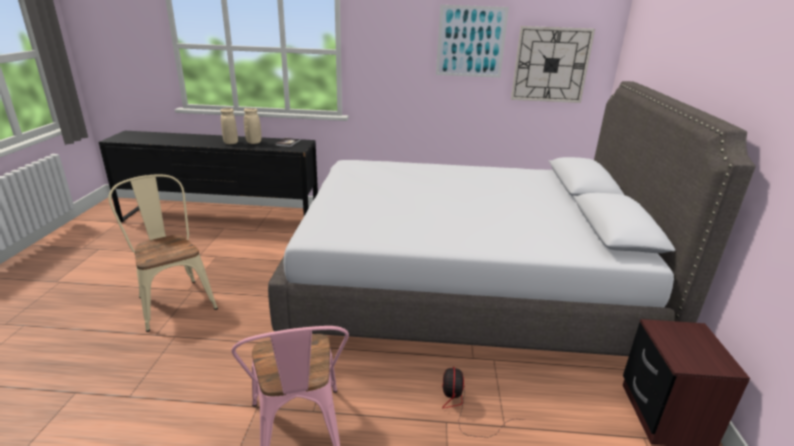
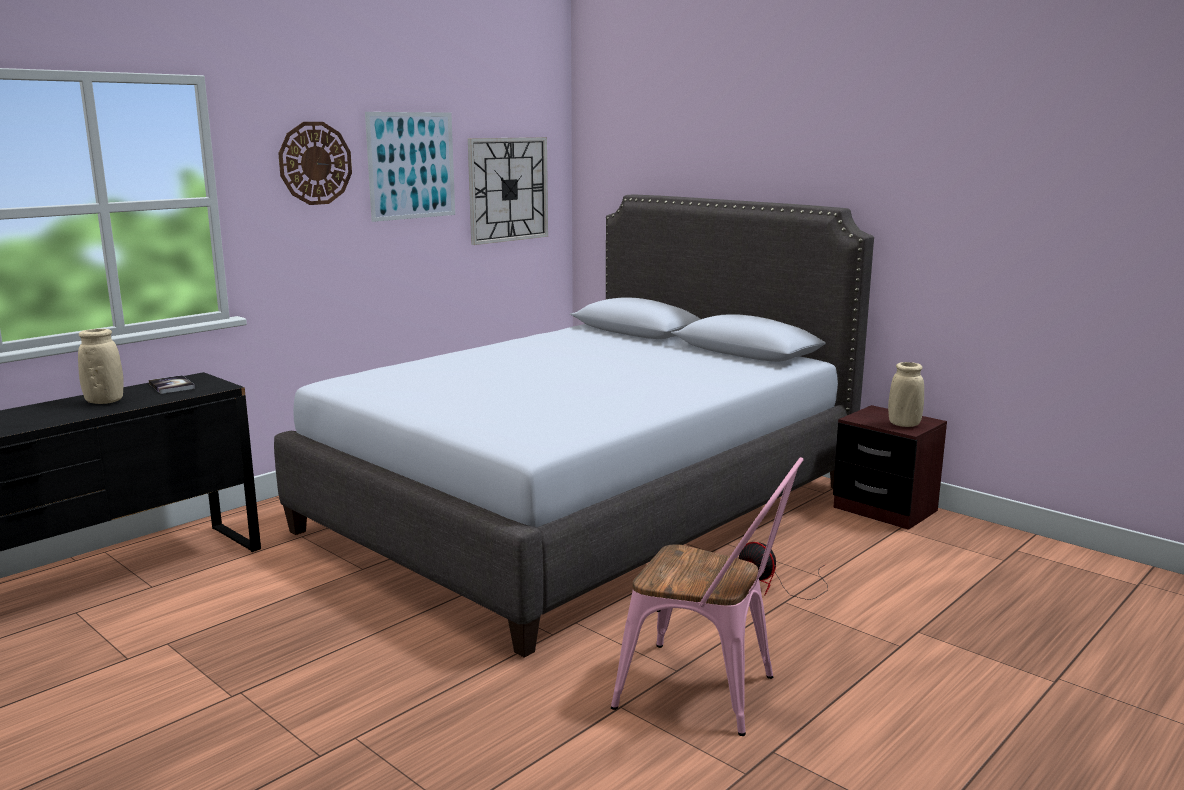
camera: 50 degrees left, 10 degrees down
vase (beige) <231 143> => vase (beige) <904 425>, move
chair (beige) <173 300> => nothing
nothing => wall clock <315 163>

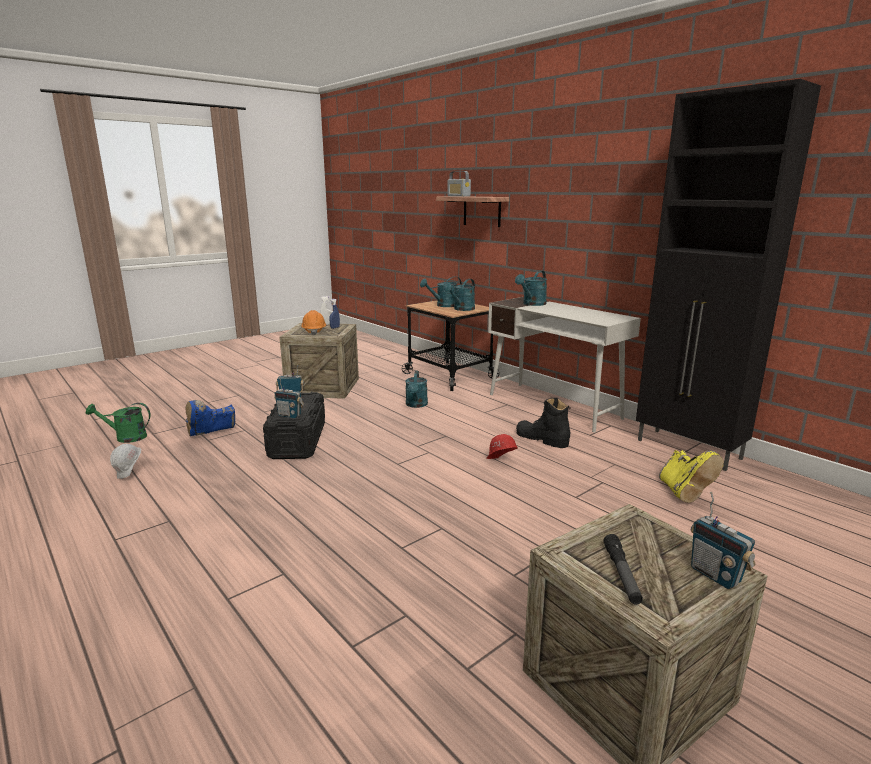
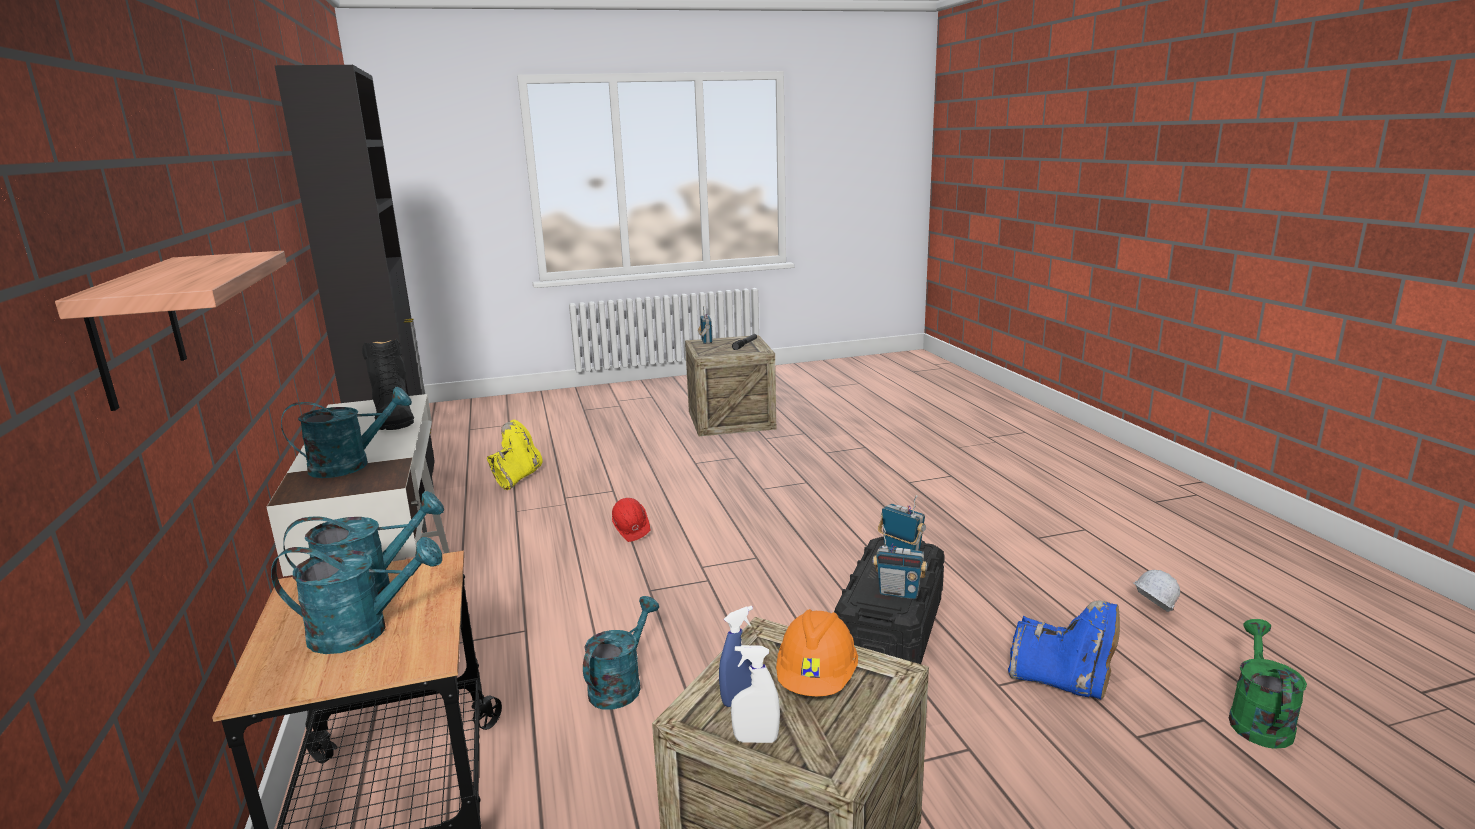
camera: 155 degrees left, 0 degrees up
radio <458 196> => nothing
boot (black) <541 439> => boot (black) <393 417>, move
boot (blue) <211 435> => boot (blue) <1063 682>, 45 degrees clockwise
watering can (green) <126 437> => watering can (green) <1257 719>, 90 degrees counterclockwise

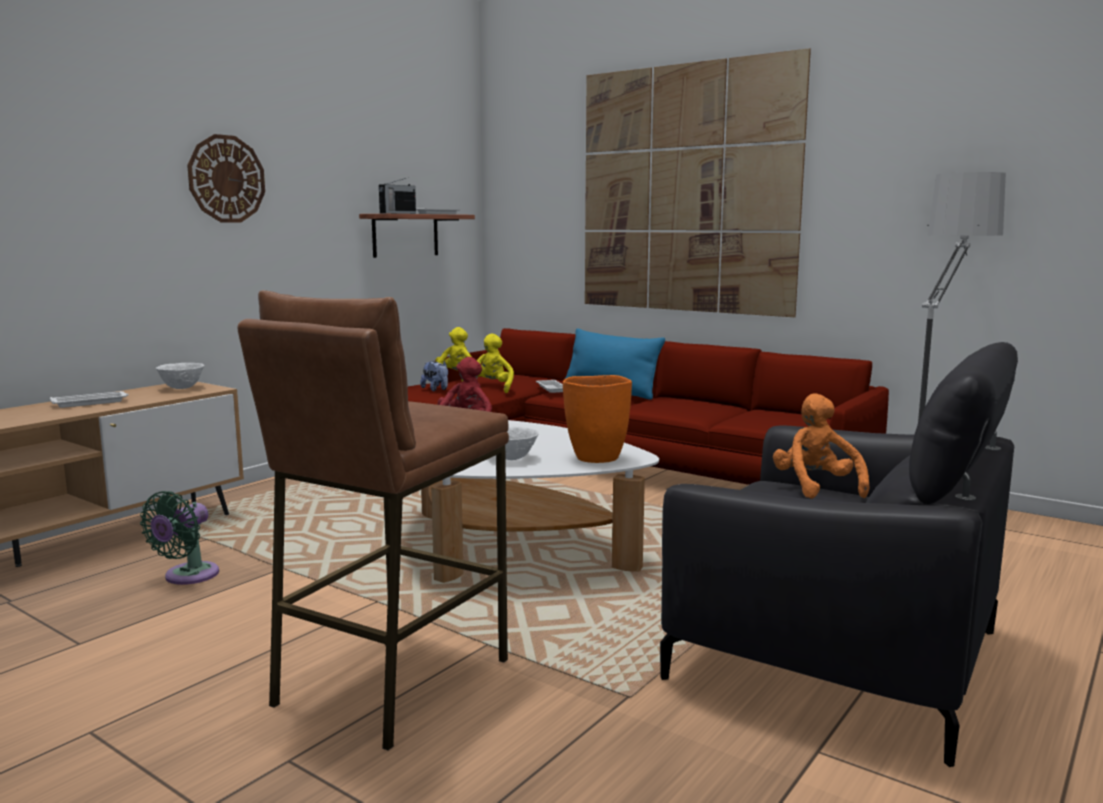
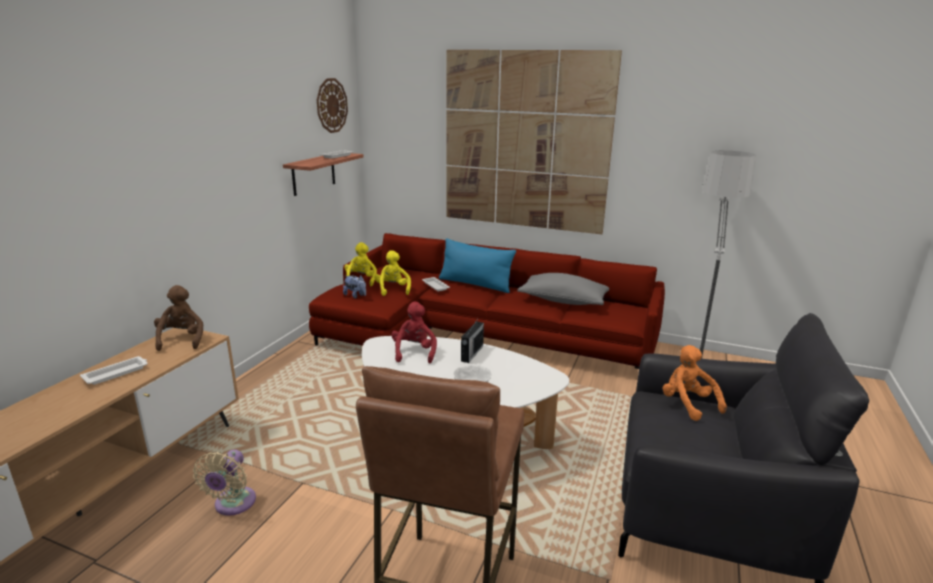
camera: 15 degrees left, 10 degrees up
wall clock <226 179> => wall clock <331 105>, move
radio <397 213> => radio <471 353>, move
bowl (white) <182 388> => plush toy (brown) <182 339>
vase (orange) <596 458> => nothing
fan (green) <187 576> => fan (beige) <233 505>
nothing => pillow (grey) <563 301>

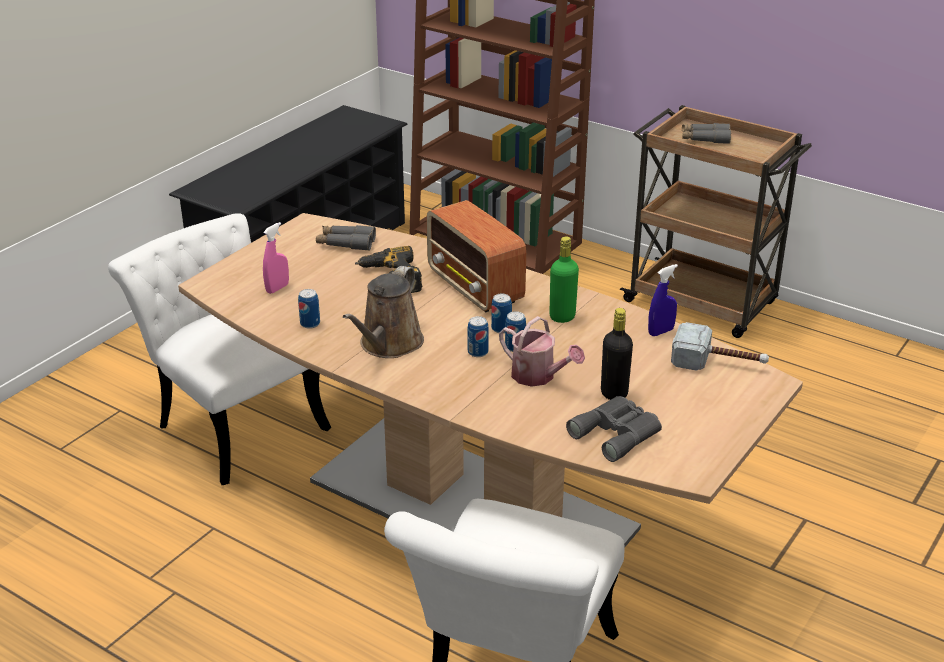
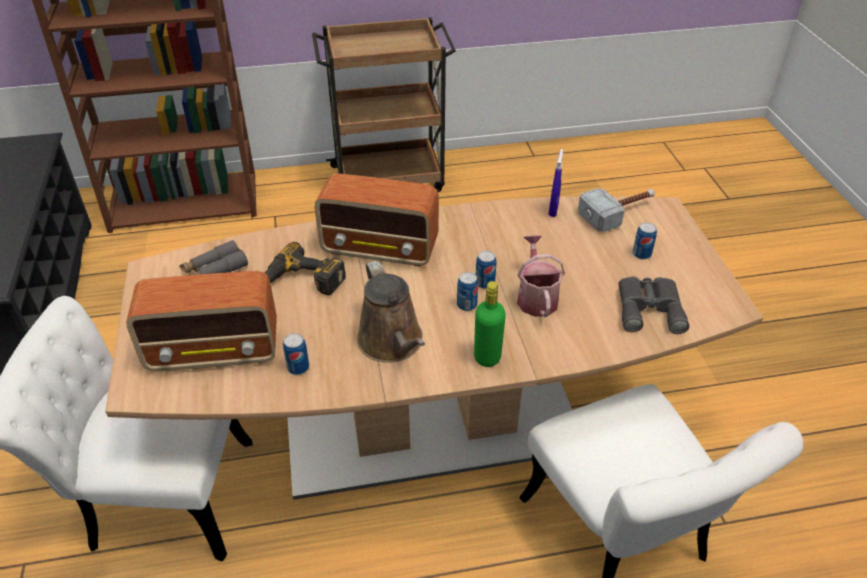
camera: 45 degrees left, 10 degrees up
binoculars (grey) <705 139> => nothing
spray bottle (pink) <277 288> => radio <215 351>
bottle (green) <562 317> => bottle (green) <487 357>, move
can <501 329> => can <641 254>, move
bottle (black) <614 393> => nothing
watering can <538 376> => watering can <536 297>, 90 degrees counterclockwise

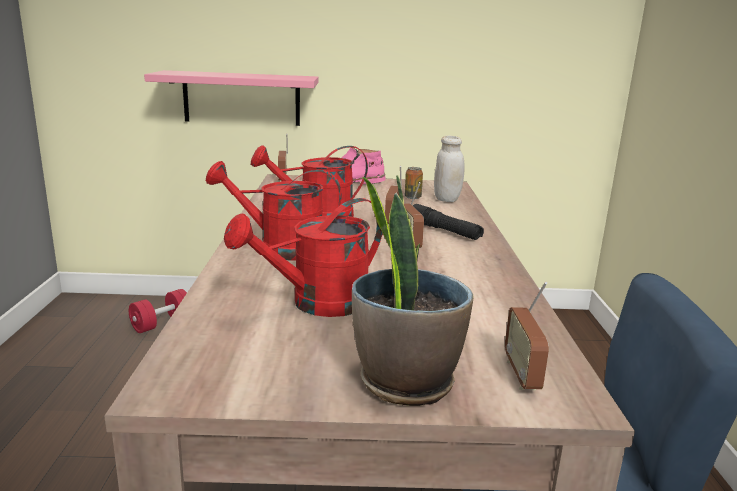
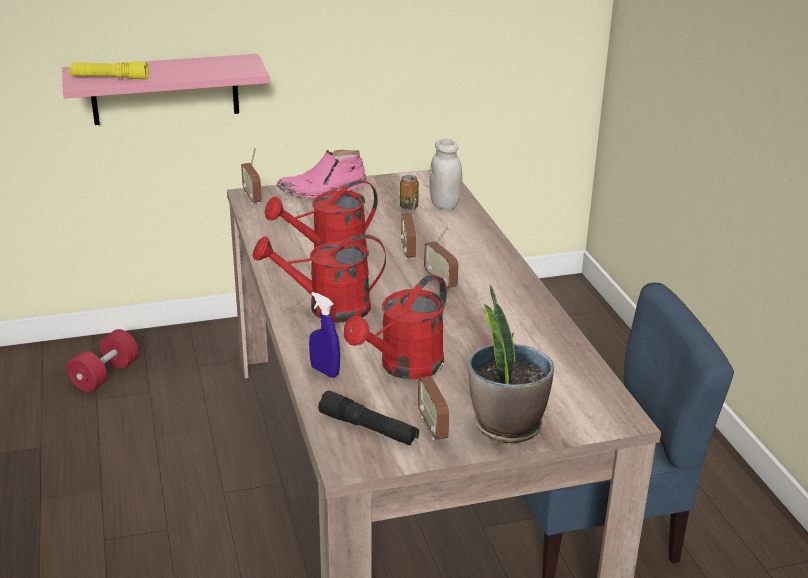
camera: 15 degrees left, 10 degrees up
flashlight (black) <444 231> => flashlight (black) <368 428>, move
radio <522 375> => radio <433 426>, move
nothing => flashlight (yellow) <109 78>
nothing => spray bottle (blue) <325 371>

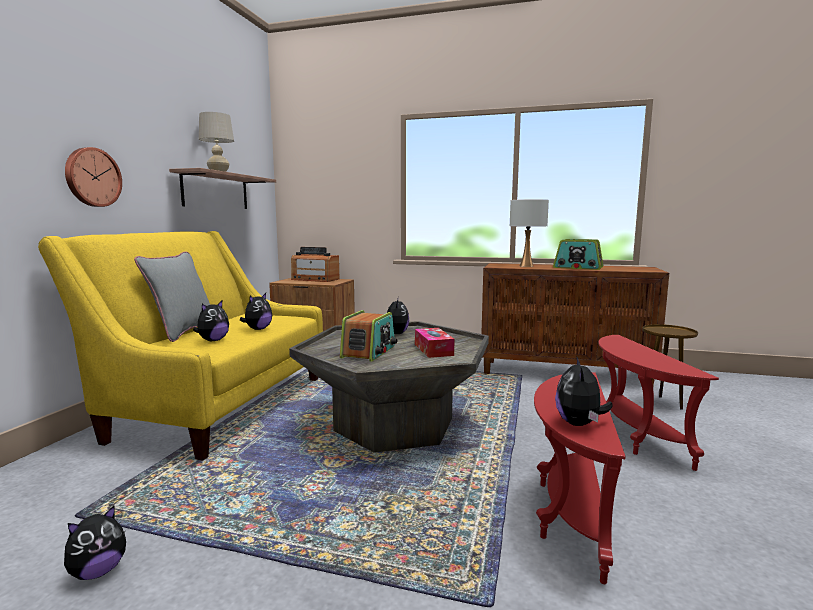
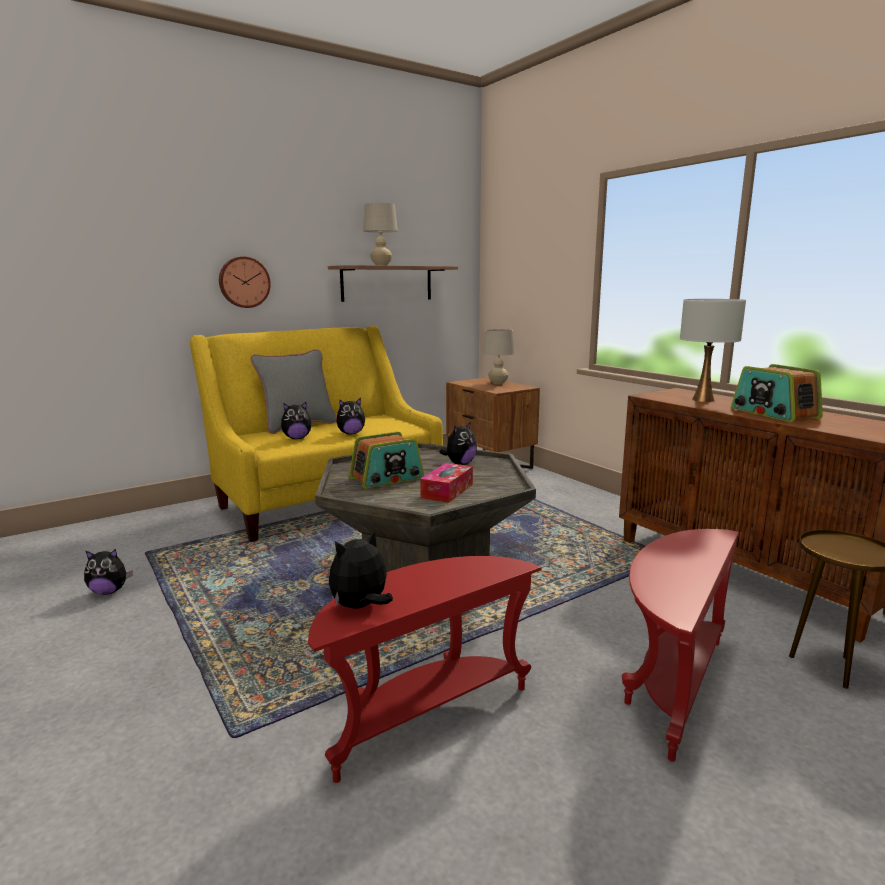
camera: 40 degrees right, 5 degrees up
radio <315 279> => table lamp (beige) <498 383>

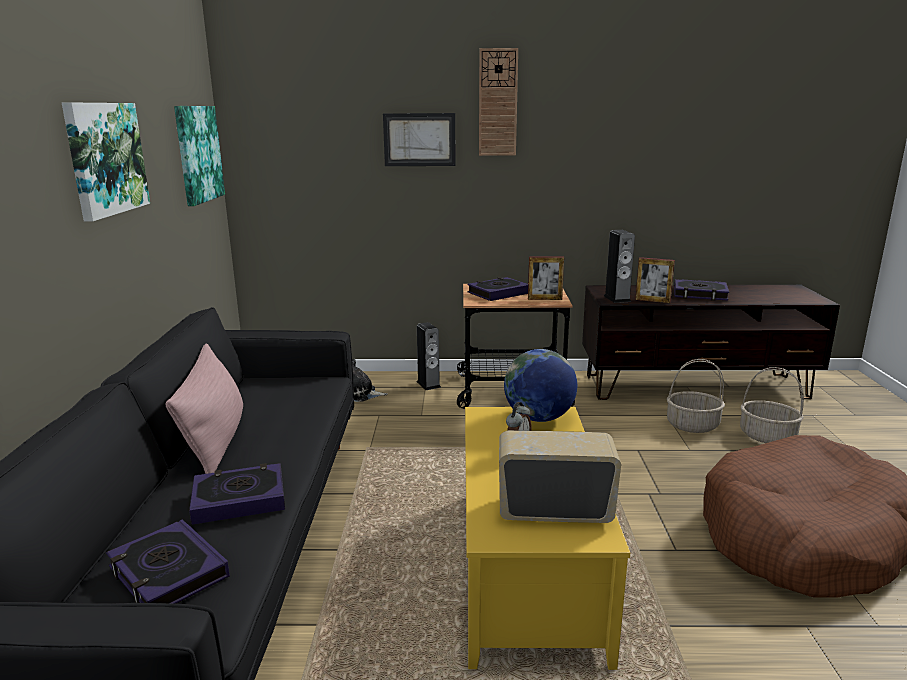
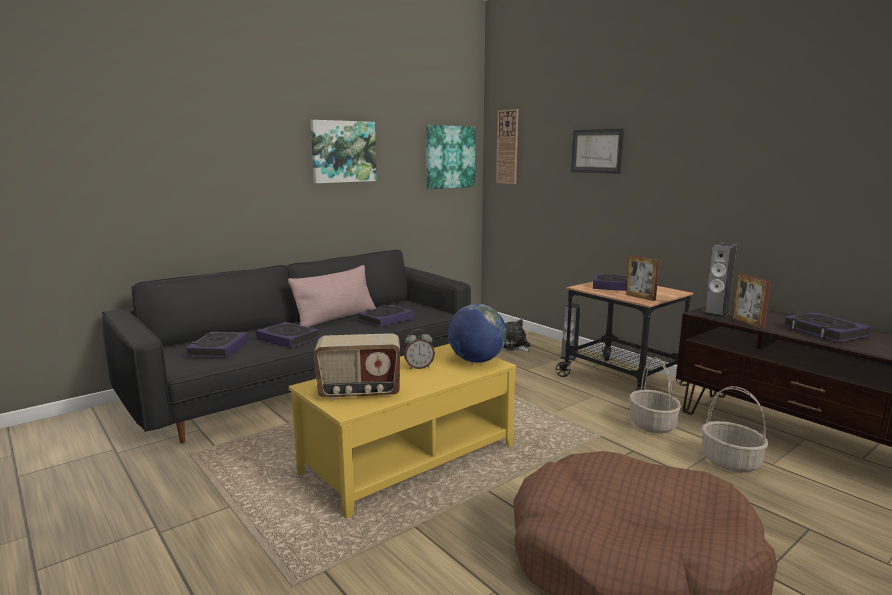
camera: 50 degrees right, 5 degrees down
wall clock <498 103> => wall clock <507 147>, move
basket <768 436> => basket <653 425>, move
radio <554 511> => radio <359 393>, 120 degrees clockwise
nothing => book <386 319>

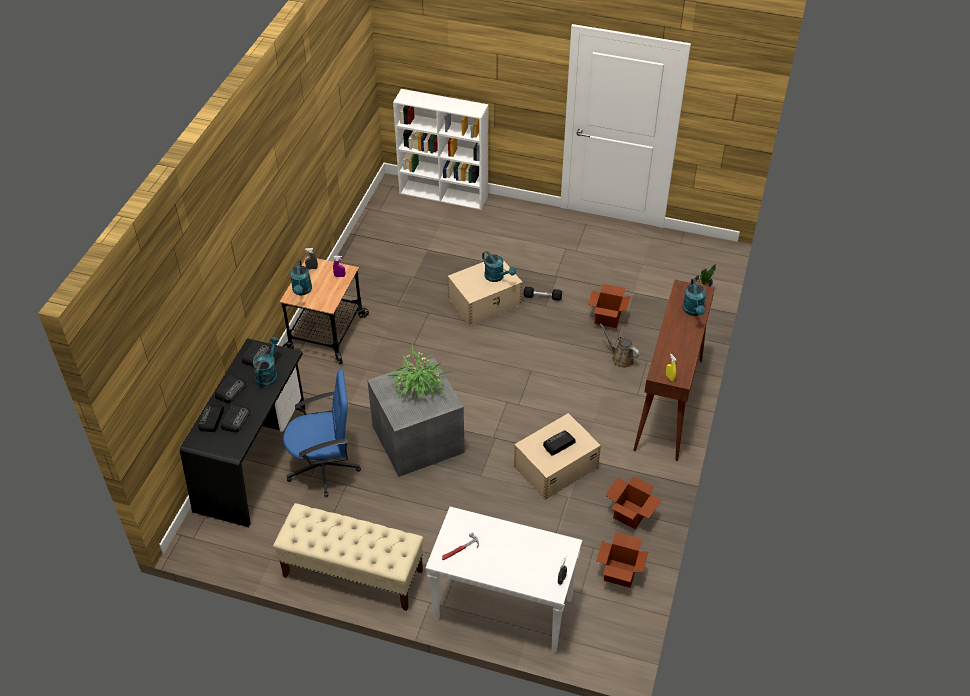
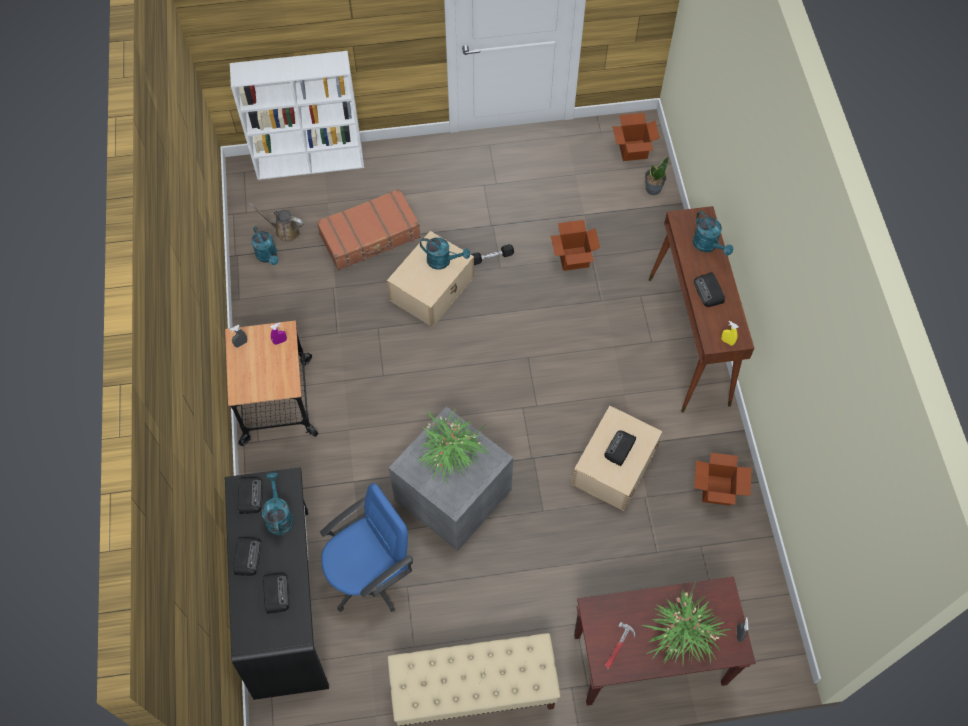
camera: 25 degrees left, 15 degrees up
watering can (turquoise) <302 291> => watering can (turquoise) <268 256>, move
watering can (brown) <620 358> => watering can (brown) <285 231>, move
radio <211 420> => radio <709 292>, move
console table (white) <502 609> => console table (brown) <648 660>
cardboard box <620 573> => cardboard box <633 150>, move
nothing => suitcase (brown) <370 236>
nothing => potted plant <683 633>

